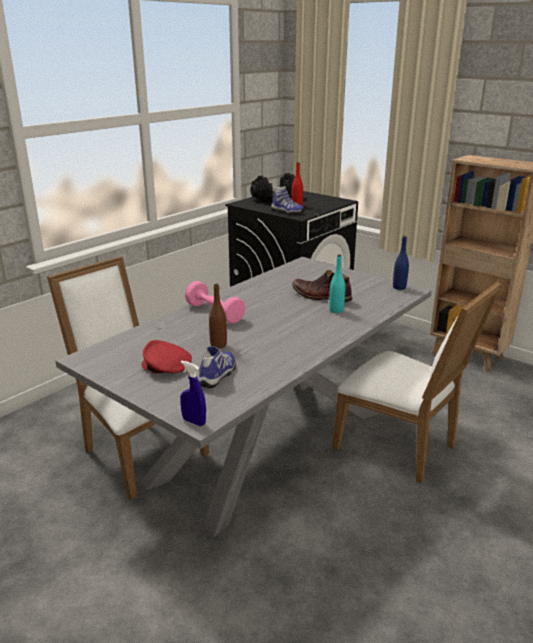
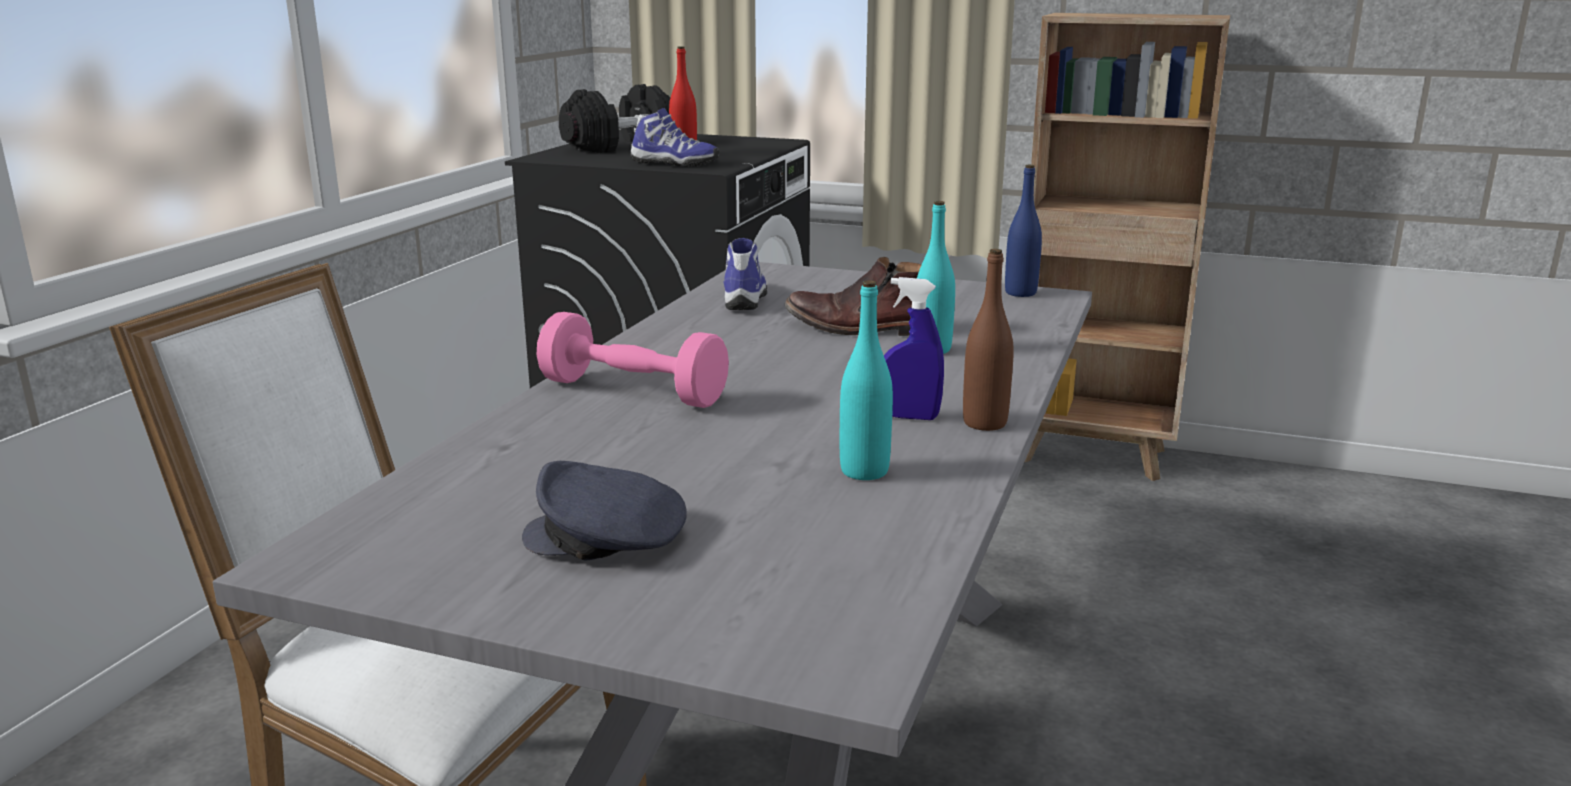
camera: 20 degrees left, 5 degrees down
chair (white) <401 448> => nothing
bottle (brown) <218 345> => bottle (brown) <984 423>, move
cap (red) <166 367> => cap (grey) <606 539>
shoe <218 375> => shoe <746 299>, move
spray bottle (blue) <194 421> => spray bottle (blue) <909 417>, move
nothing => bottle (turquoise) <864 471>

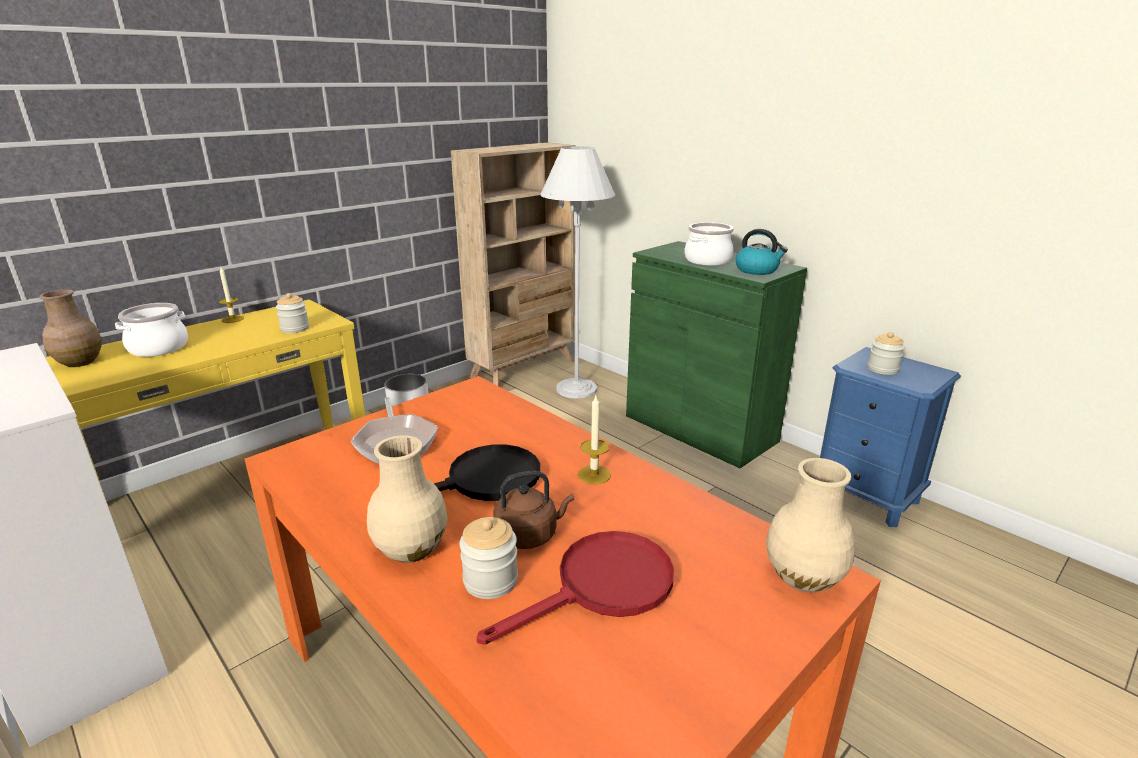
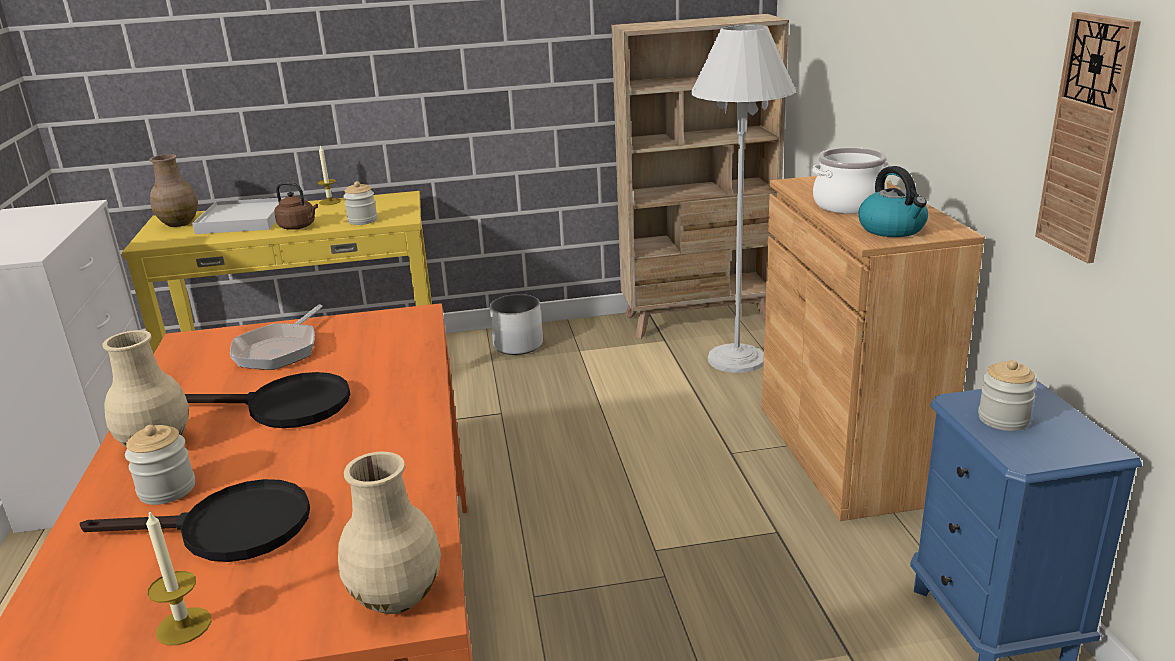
camera: 35 degrees right, 0 degrees up
cabinet (green) <700 428> => cabinet (brown) <845 453>
cooking pot <159 348> => tray (white) <243 220>
candle <594 475> => candle <184 626>, move
kettle (brown) <529 535> => kettle (brown) <299 227>, move
frying pan (red) <602 587> => frying pan (black) <229 529>
nothing => wall clock <1086 138>

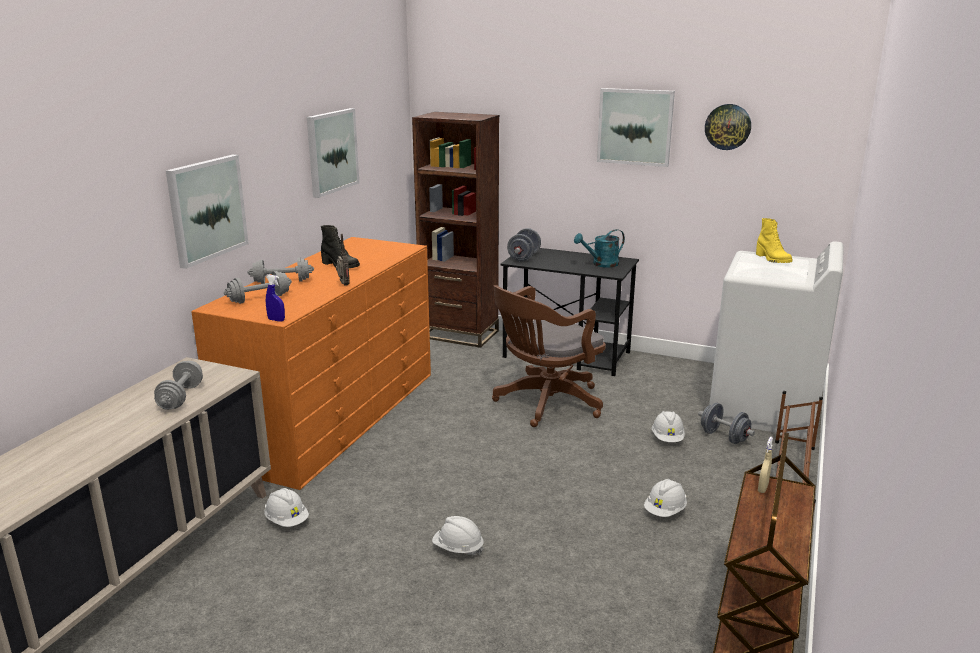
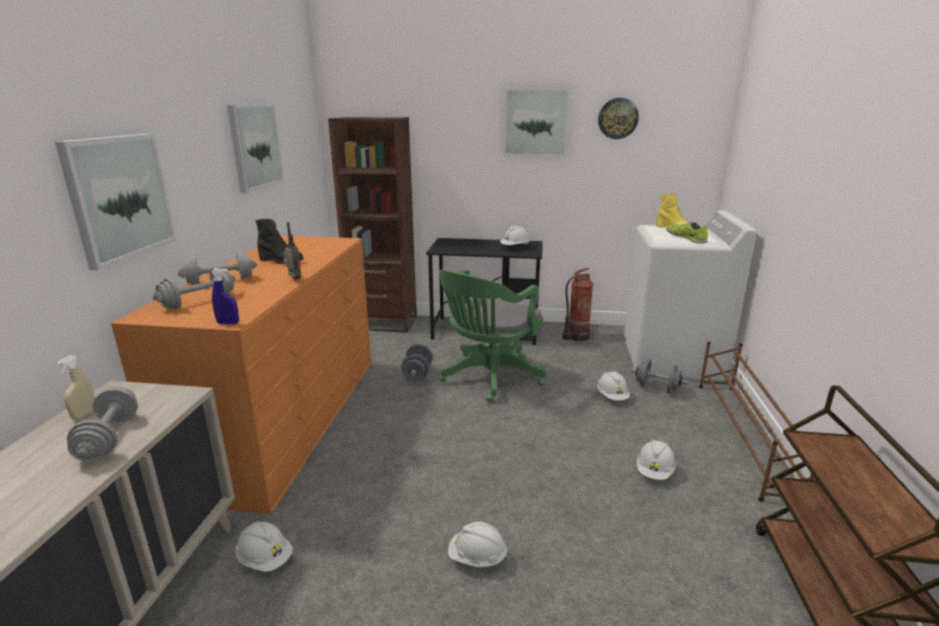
camera: 15 degrees left, 0 degrees up
dumbbell (grey) <524 257> => dumbbell (grey) <417 374>, move
watering can (turquoise) <601 264> => hard hat (white) <515 247>
office chair (brown) <544 404> => office chair (green) <488 378>
spray bottle (beige) <762 488> => spray bottle (beige) <84 414>, move
nothing => shoe <686 238>
nothing => fire extinguisher <576 336>

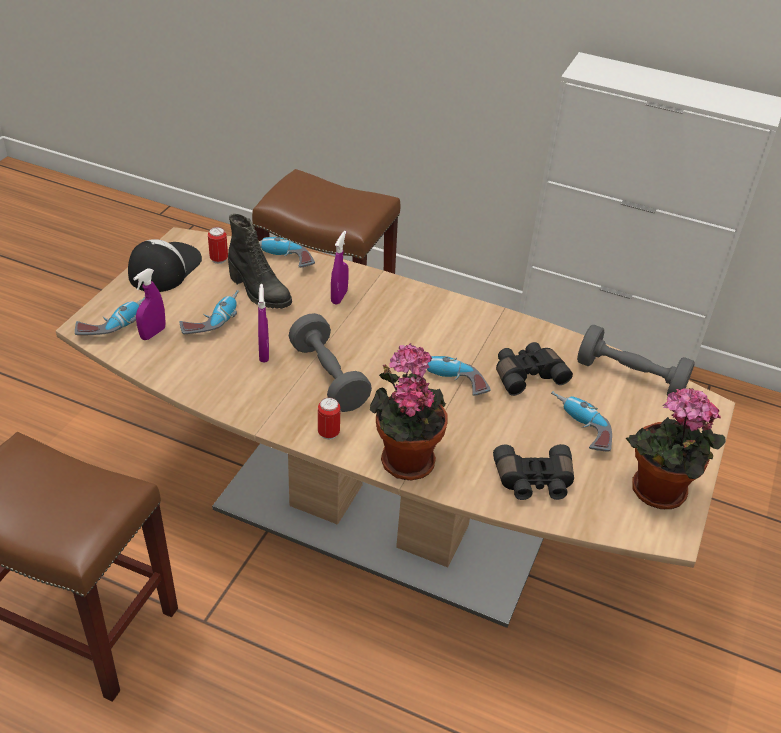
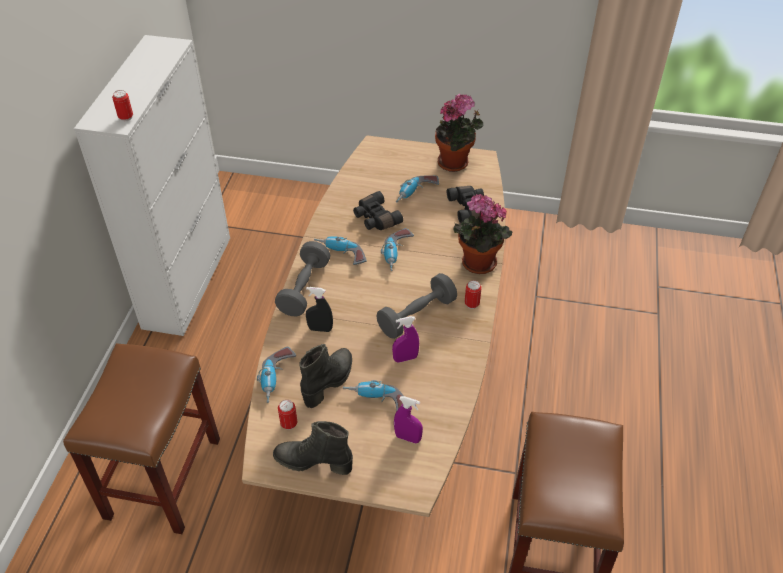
camera: 100 degrees left, 5 degrees up
spray bottle (purple) <339 297> => spray bottle (black) <320 329>
cap <164 268> => boot (black) <313 462>
power drill <114 324> => power drill <340 255>, move
dumbbell (grey) <630 377> => dumbbell (grey) <304 288>, move
nothing => can <126 117>

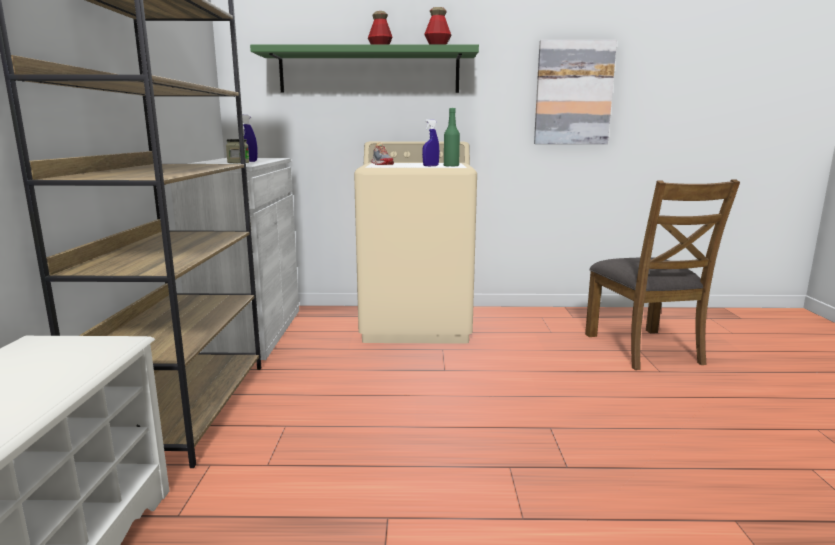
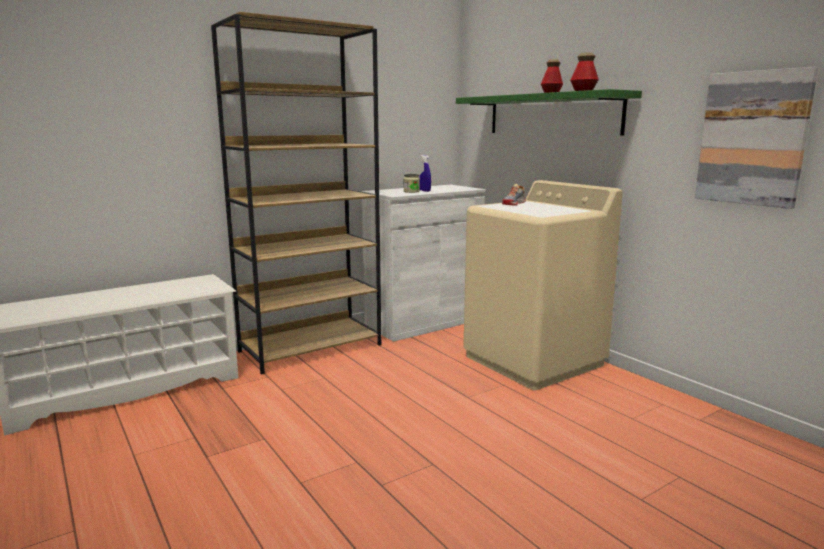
camera: 55 degrees right, 0 degrees up
bottle (green) <451 166> => nothing
spray bottle (blue) <430 166> => nothing
chair (brown) <644 348> => nothing

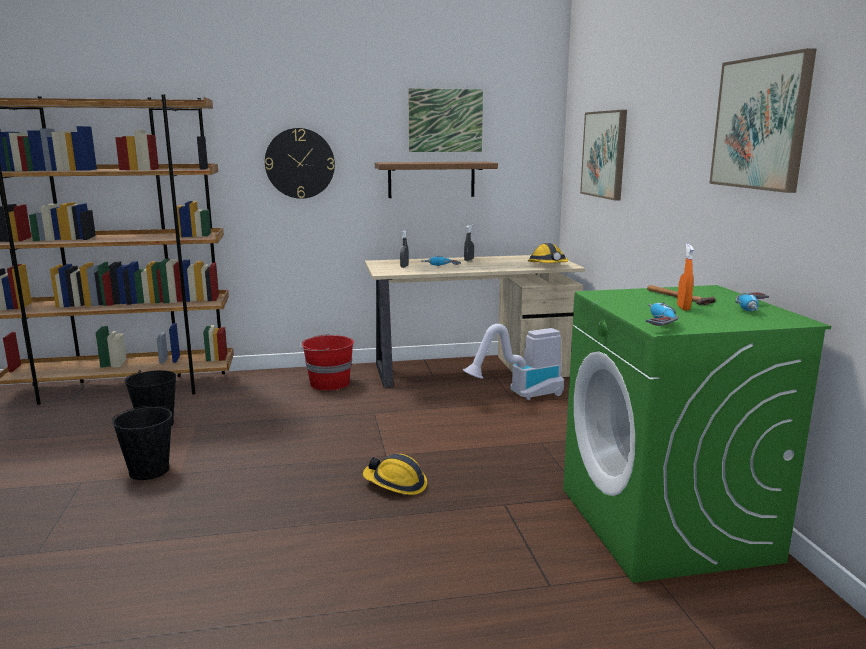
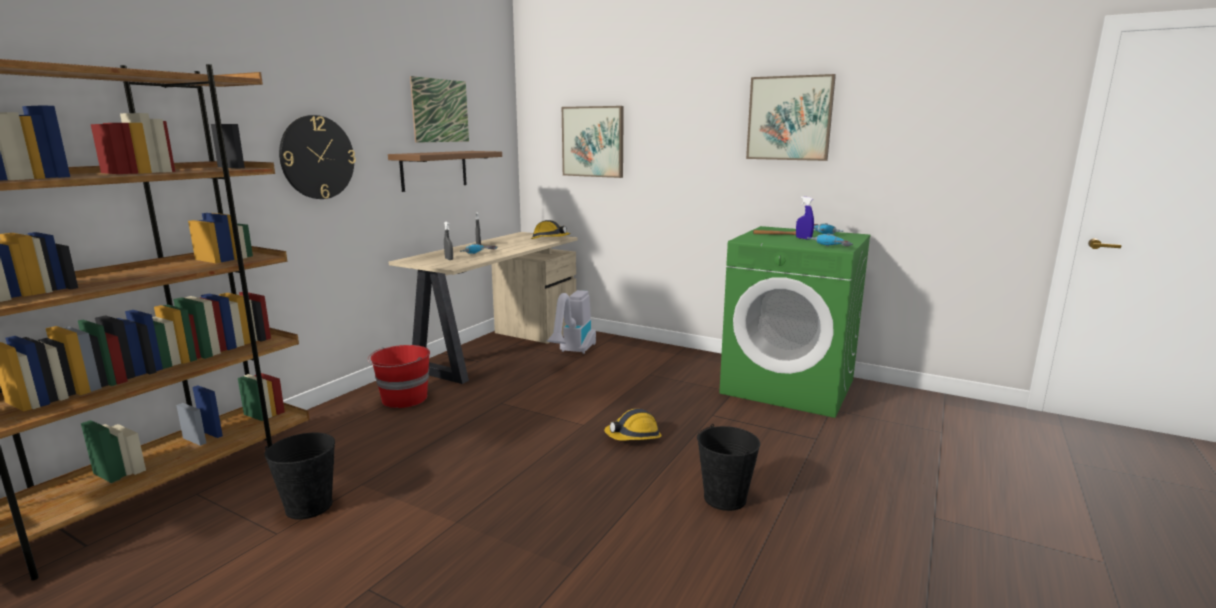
camera: 50 degrees left, 0 degrees up
spray bottle (orange) <683 308> => spray bottle (blue) <803 238>
bucket (black) <149 470> => bucket (black) <725 498>, move

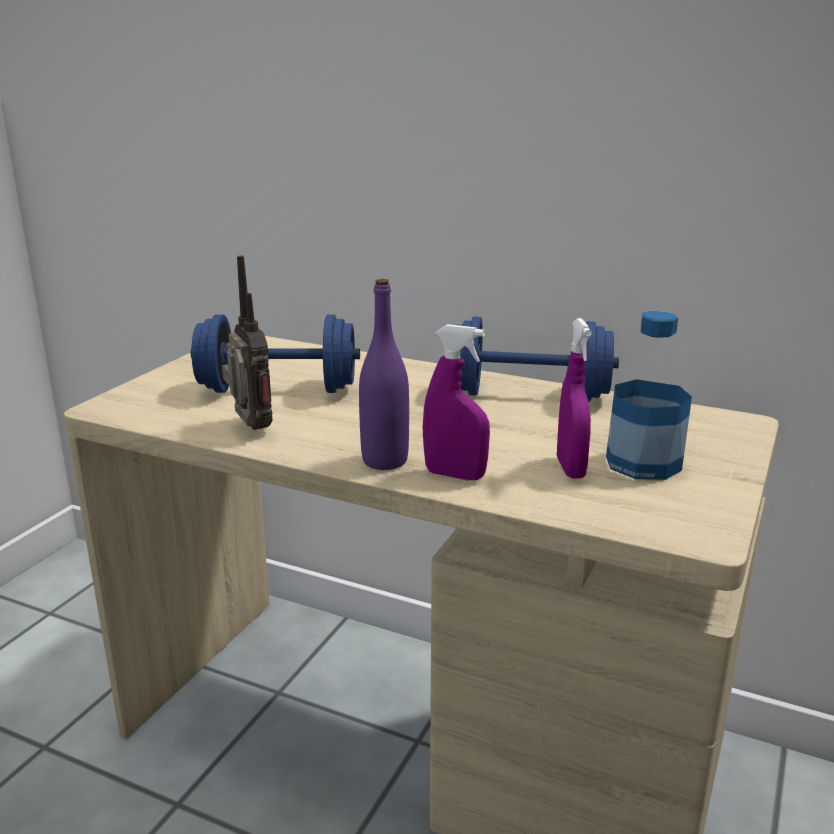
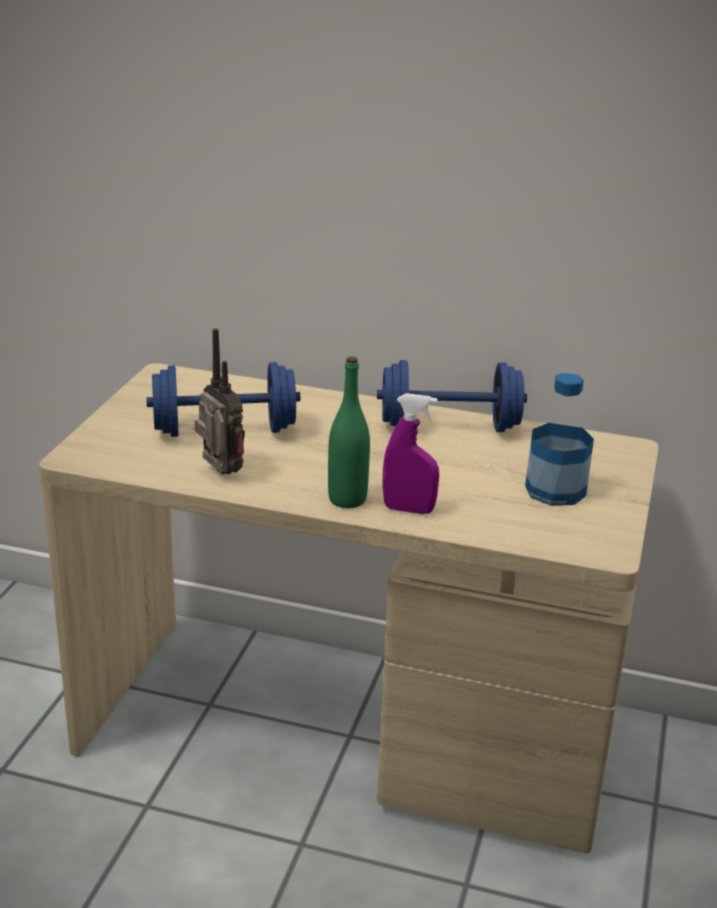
camera: 10 degrees left, 5 degrees up
bottle (purple) <385 461> => bottle (green) <347 499>
spray bottle (purple) <570 468> => nothing

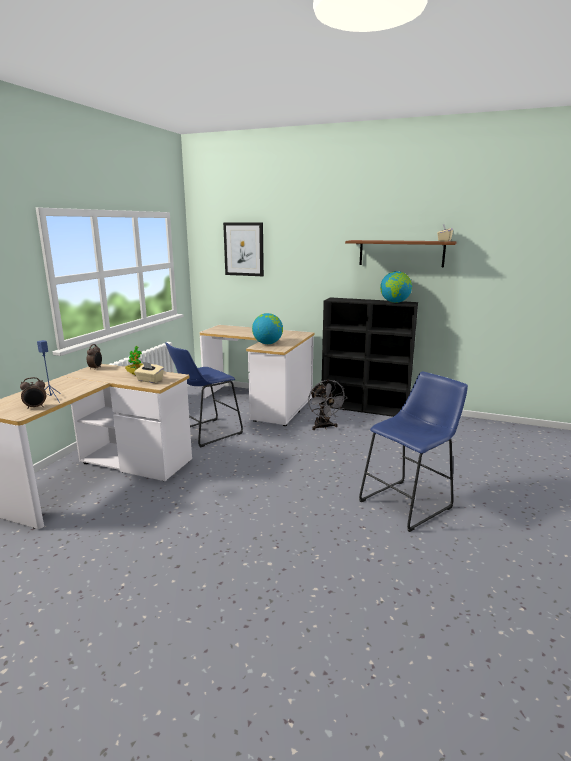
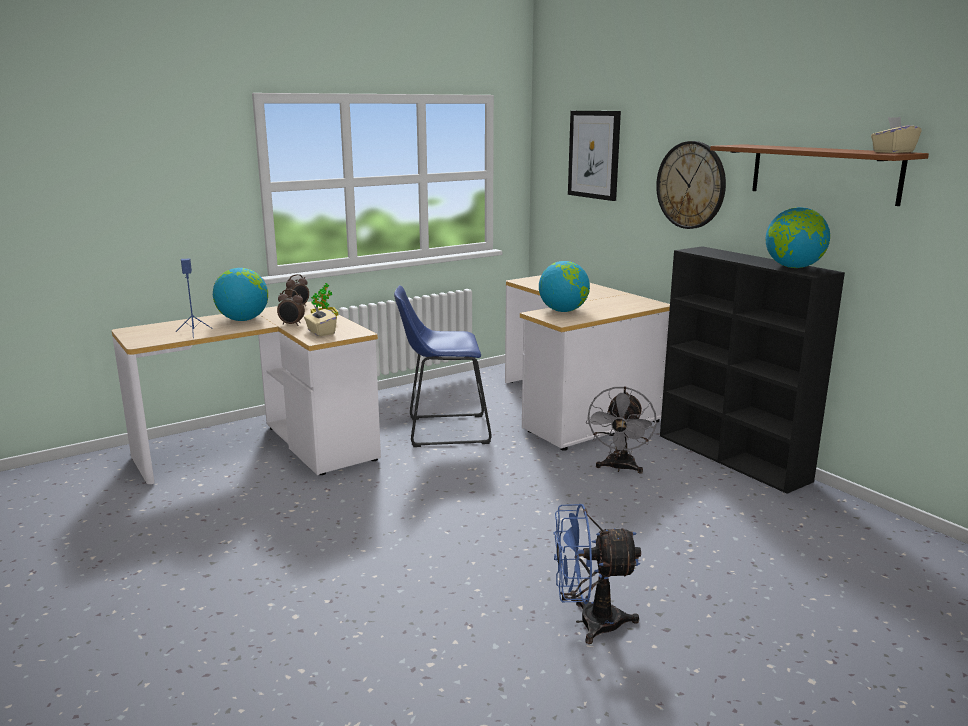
camera: 35 degrees right, 0 degrees up
stool (blue) <409 503> => fan (blue) <588 622>
alarm clock <36 407> => alarm clock <291 324>, move
nothing => wall clock <691 185>
nothing => globe <243 320>

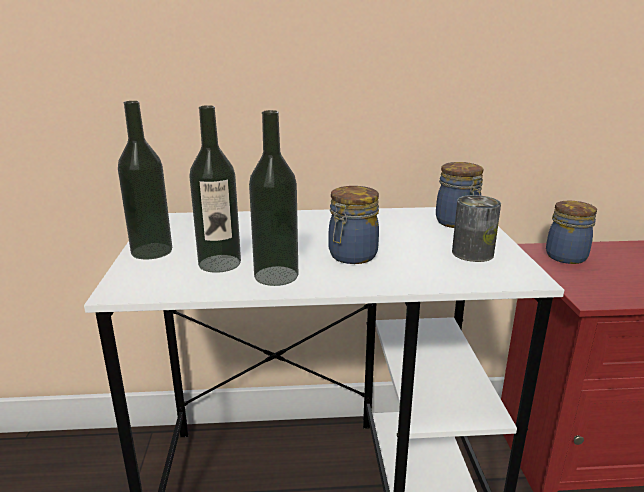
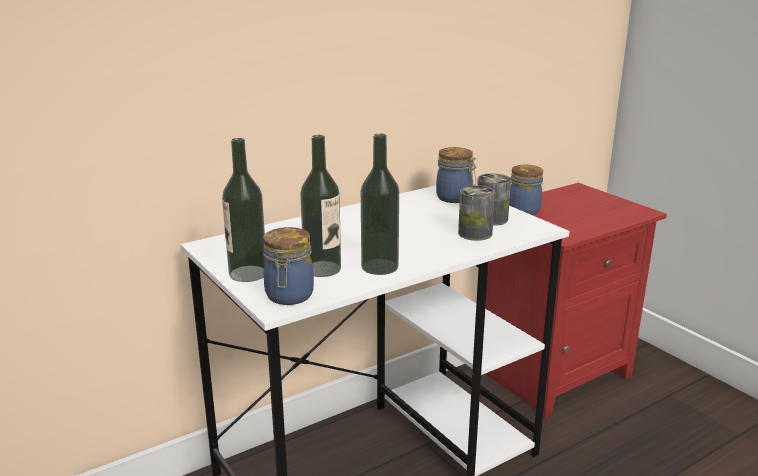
camera: 30 degrees left, 0 degrees up
jar <351 256> => jar <289 296>, move
nothing => can <475 233>

